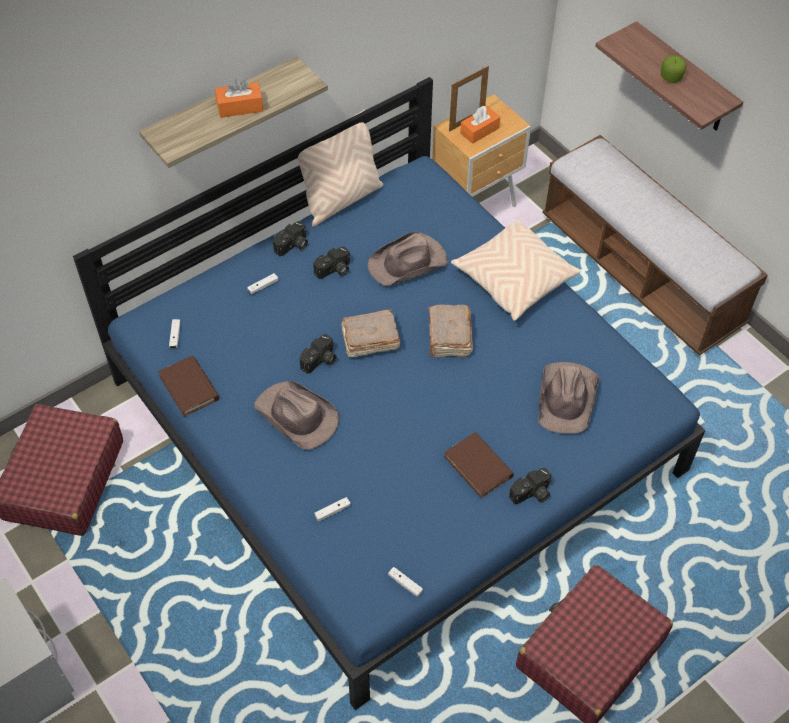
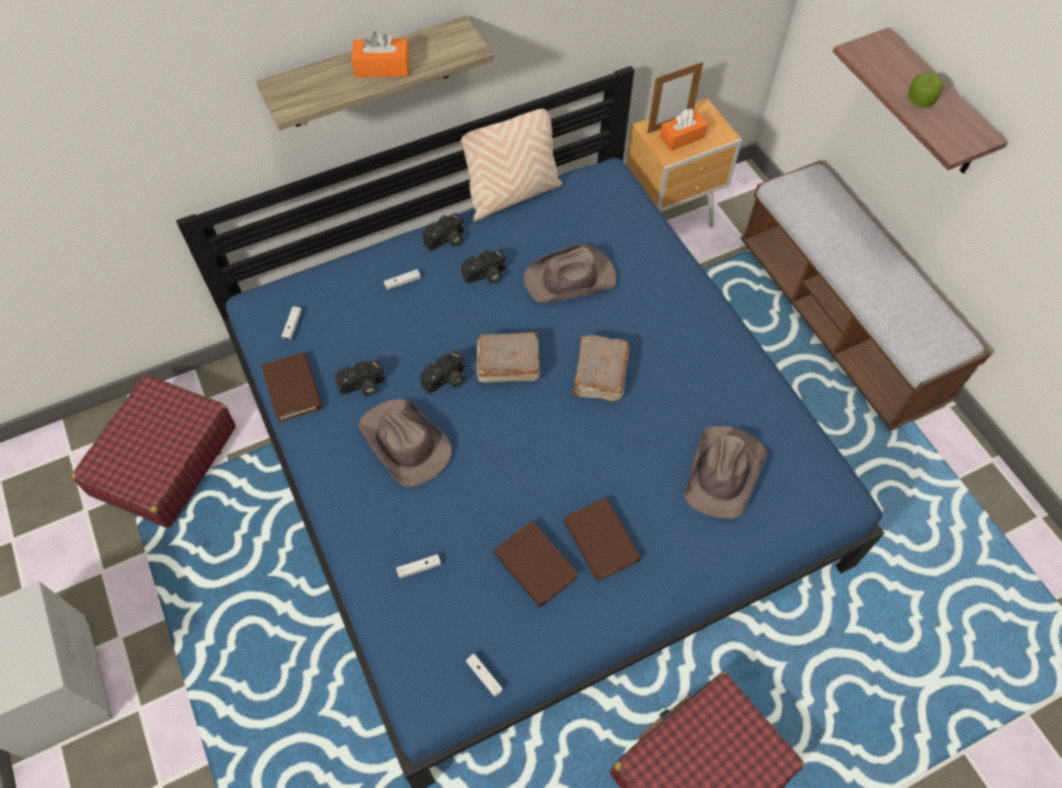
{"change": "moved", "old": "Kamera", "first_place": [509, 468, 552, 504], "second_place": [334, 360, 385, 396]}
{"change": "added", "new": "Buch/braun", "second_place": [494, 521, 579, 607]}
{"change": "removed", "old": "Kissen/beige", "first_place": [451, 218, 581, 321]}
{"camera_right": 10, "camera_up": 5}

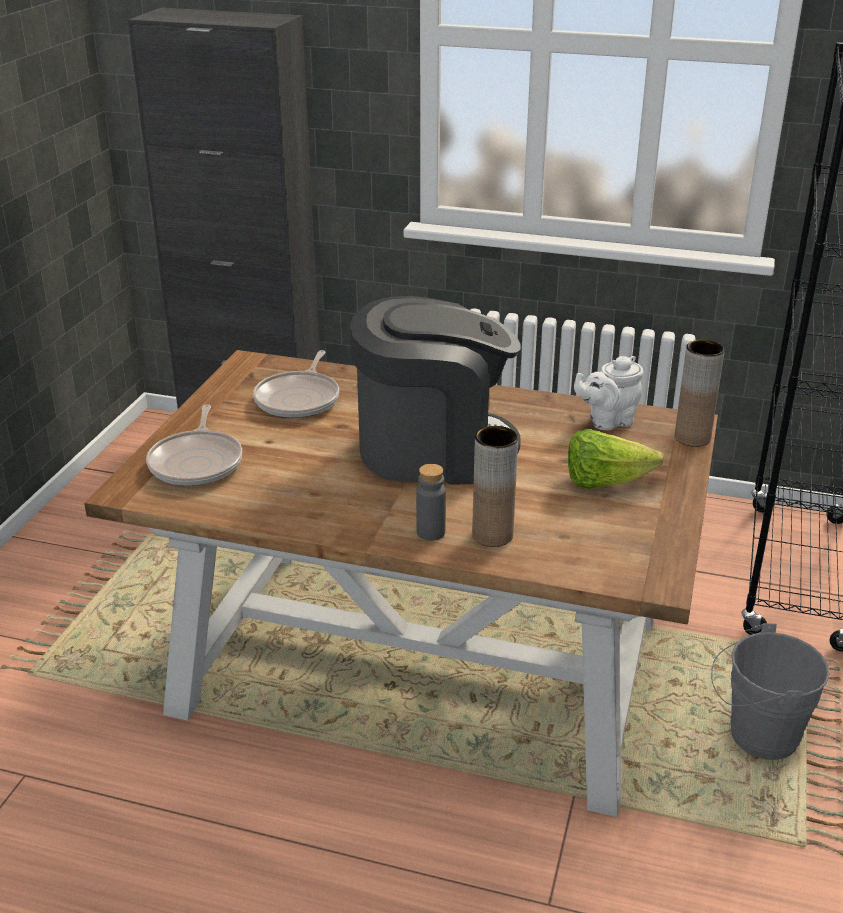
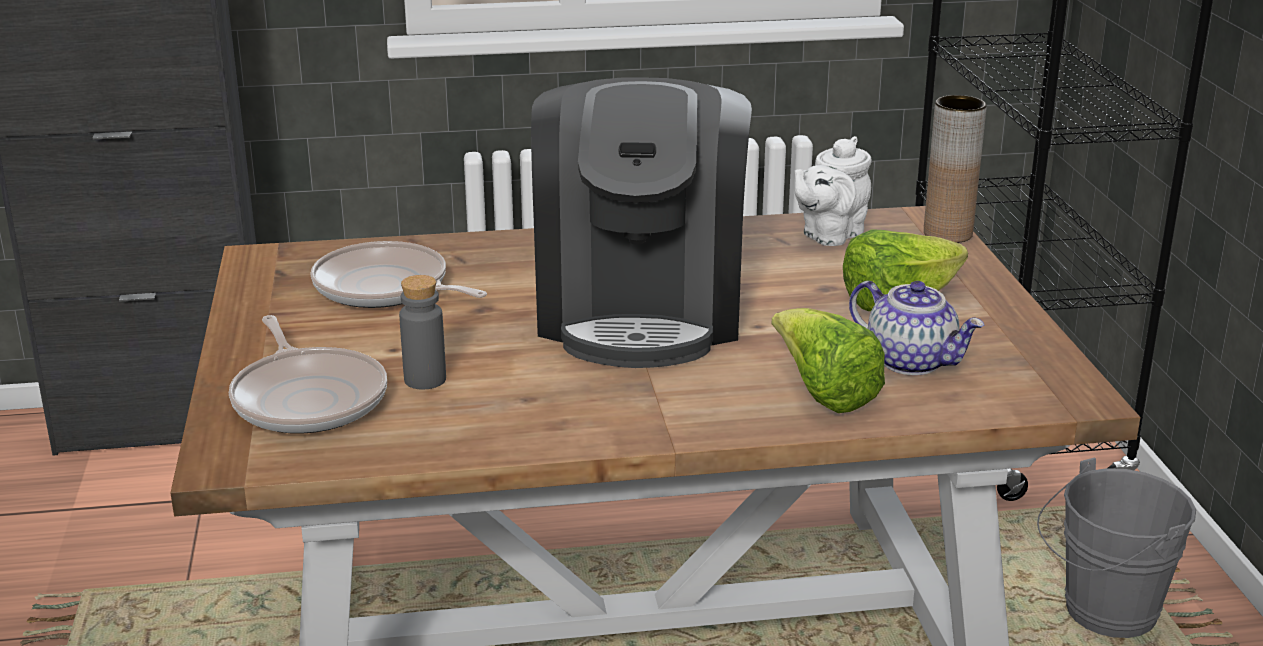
{"change": "turned", "old": "Pfanne", "first_place": [253, 350, 339, 418], "second_place": [311, 241, 487, 308], "degrees": 135}
{"change": "moved", "old": "Flasche/grau", "first_place": [416, 464, 446, 541], "second_place": [399, 275, 446, 389]}
{"change": "turned", "old": "Kaffeemaschine", "first_place": [350, 296, 521, 485], "second_place": [531, 77, 752, 368], "degrees": 120}
{"change": "replaced", "old": "Vase/braun", "new": "Salatkopf", "first_place": [472, 426, 518, 547], "second_place": [772, 308, 885, 413]}
{"change": "added", "new": "Teekanne", "second_place": [849, 281, 984, 375]}
{"camera_right": -25, "camera_up": -5}

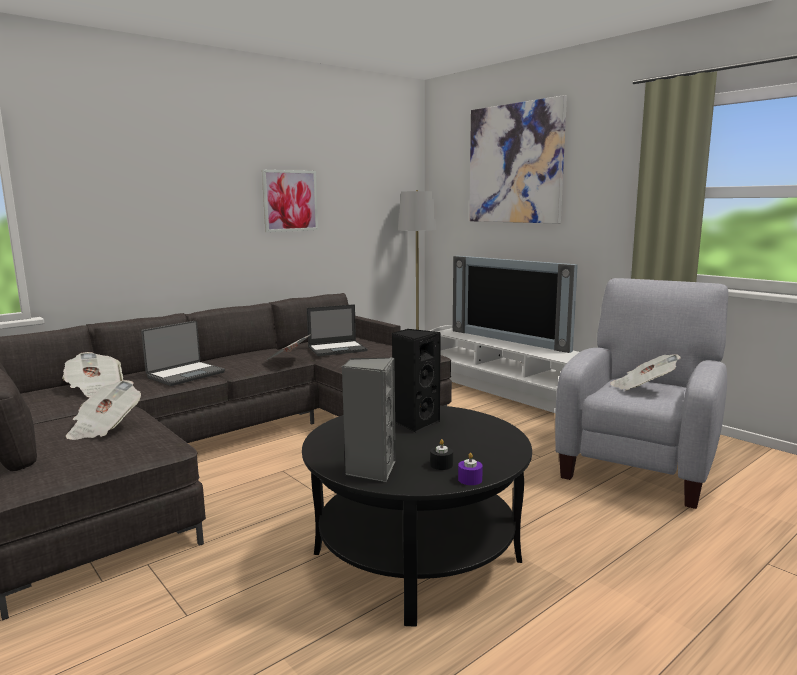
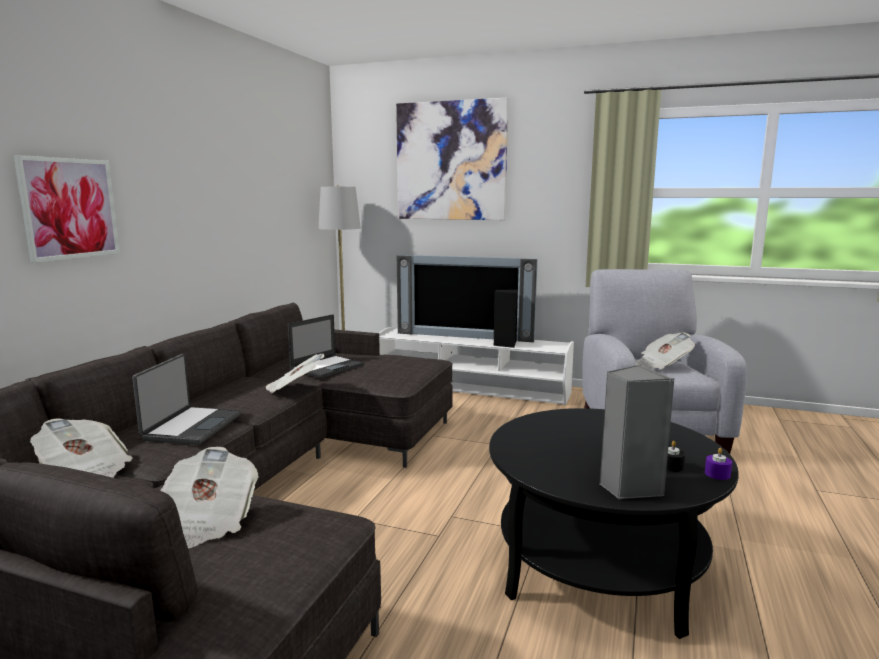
{"change": "moved", "old": "Bild", "first_place": [262, 170, 318, 232], "second_place": [14, 155, 120, 263]}
{"change": "moved", "old": "Lautsprecher/schwarz", "first_place": [392, 329, 441, 432], "second_place": [494, 289, 518, 348]}
{"camera_right": -30, "camera_up": 0}

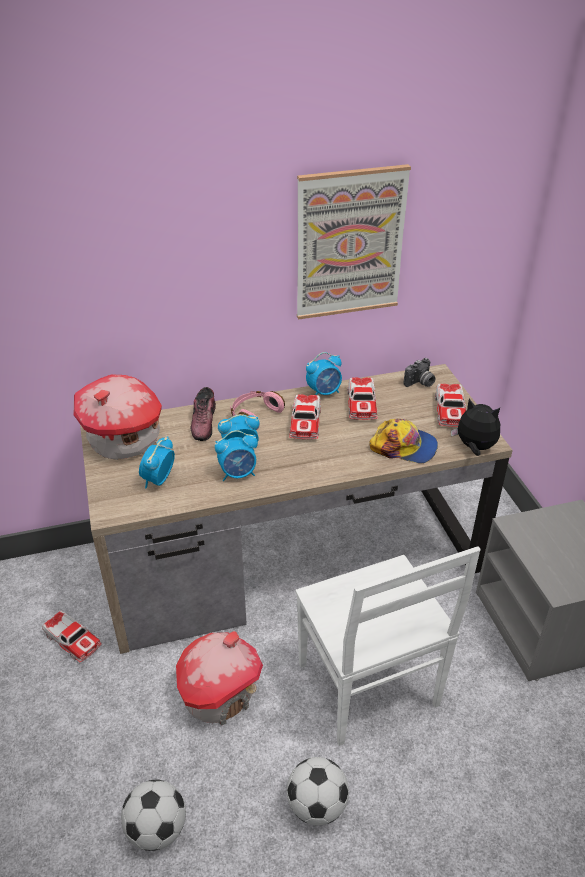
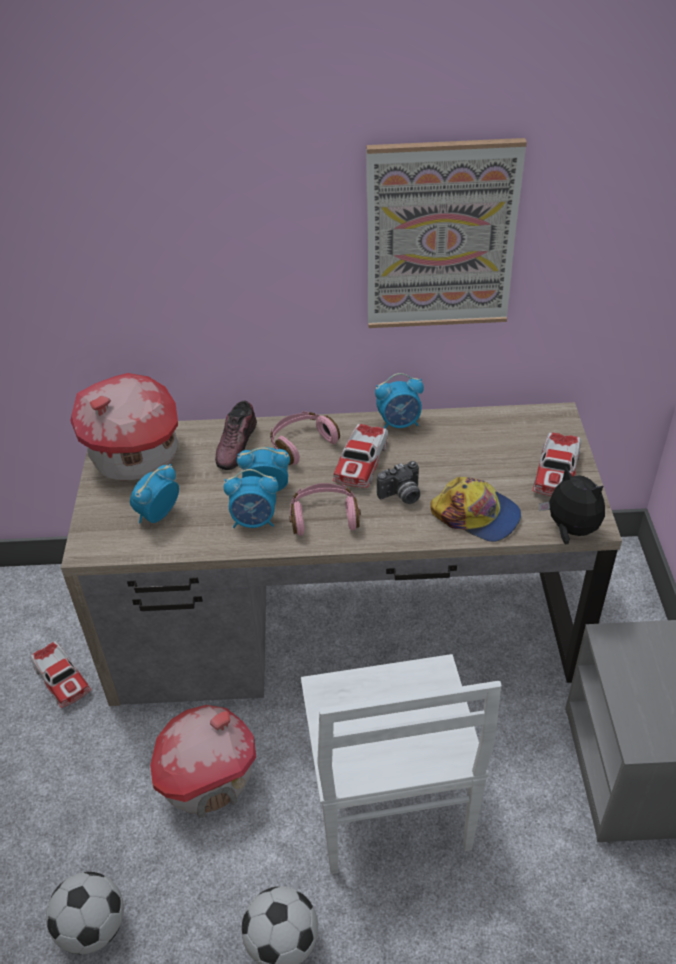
{"change": "added", "new": "Kopfhörer/rosa", "second_place": [289, 483, 361, 536]}
{"change": "moved", "old": "Kamera", "first_place": [404, 358, 436, 387], "second_place": [377, 461, 420, 504]}
{"change": "removed", "old": "Spielzeugauto", "first_place": [347, 377, 378, 420]}
{"camera_right": 15, "camera_up": 5}

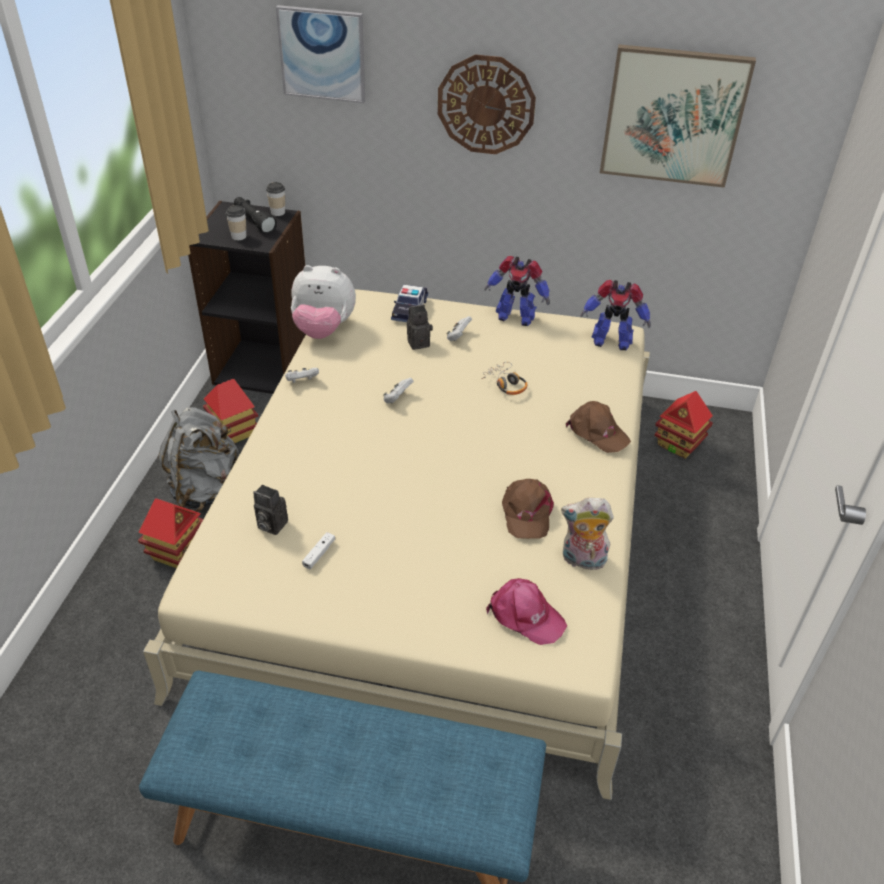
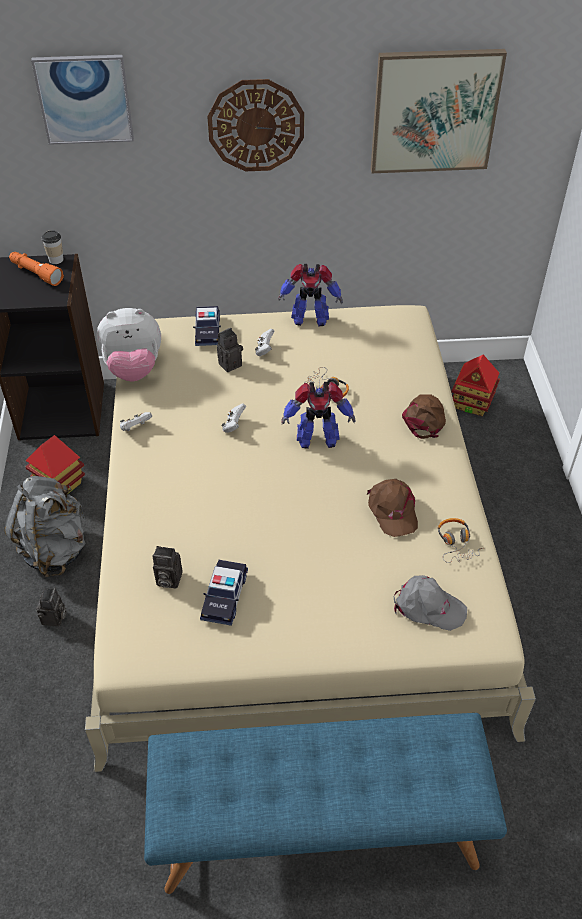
{"change": "recoloured", "old": "Taschenlampe/schwarz", "new": "Taschenlampe/orange", "first_place": [234, 197, 277, 234], "second_place": [9, 252, 64, 286]}
{"change": "replaced", "old": "Spielzeughaus", "new": "Kamera", "first_place": [138, 498, 203, 568], "second_place": [36, 587, 66, 627]}
{"change": "replaced", "old": "Gamepad/weiß", "new": "Spielzeugauto", "first_place": [302, 532, 335, 569], "second_place": [200, 560, 248, 626]}
{"change": "moved", "old": "Spielzeugroboter", "first_place": [581, 280, 651, 350], "second_place": [282, 382, 355, 449]}
{"change": "recoloured", "old": "Kappe/rosa", "new": "Kappe/grau", "first_place": [486, 578, 567, 645], "second_place": [393, 575, 467, 631]}
{"change": "turned", "old": "Kappe/braun", "first_place": [566, 401, 631, 453], "second_place": [402, 394, 446, 439], "degrees": -105}
{"change": "replaced", "old": "Plüschtier", "new": "Kopfhörer", "first_place": [561, 498, 614, 570], "second_place": [438, 518, 483, 563]}
{"change": "removed", "old": "Tasse", "first_place": [226, 205, 246, 240]}
{"camera_right": -15, "camera_up": 5}

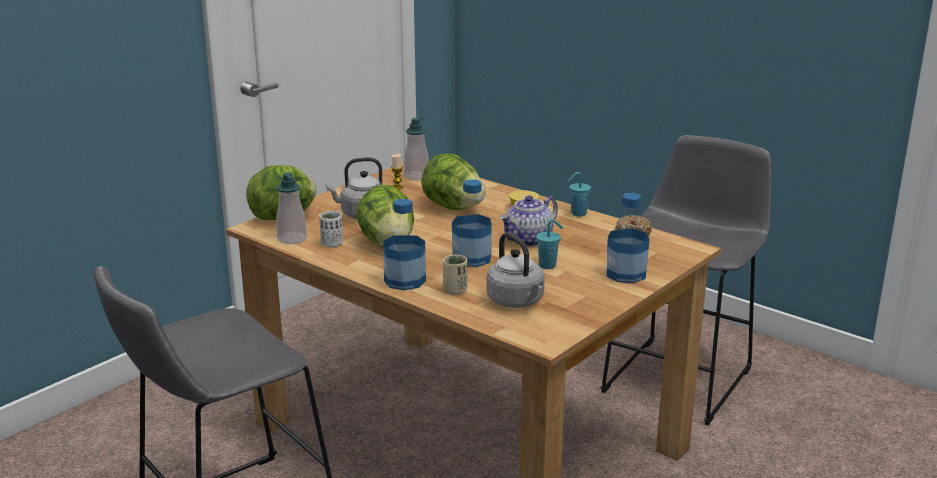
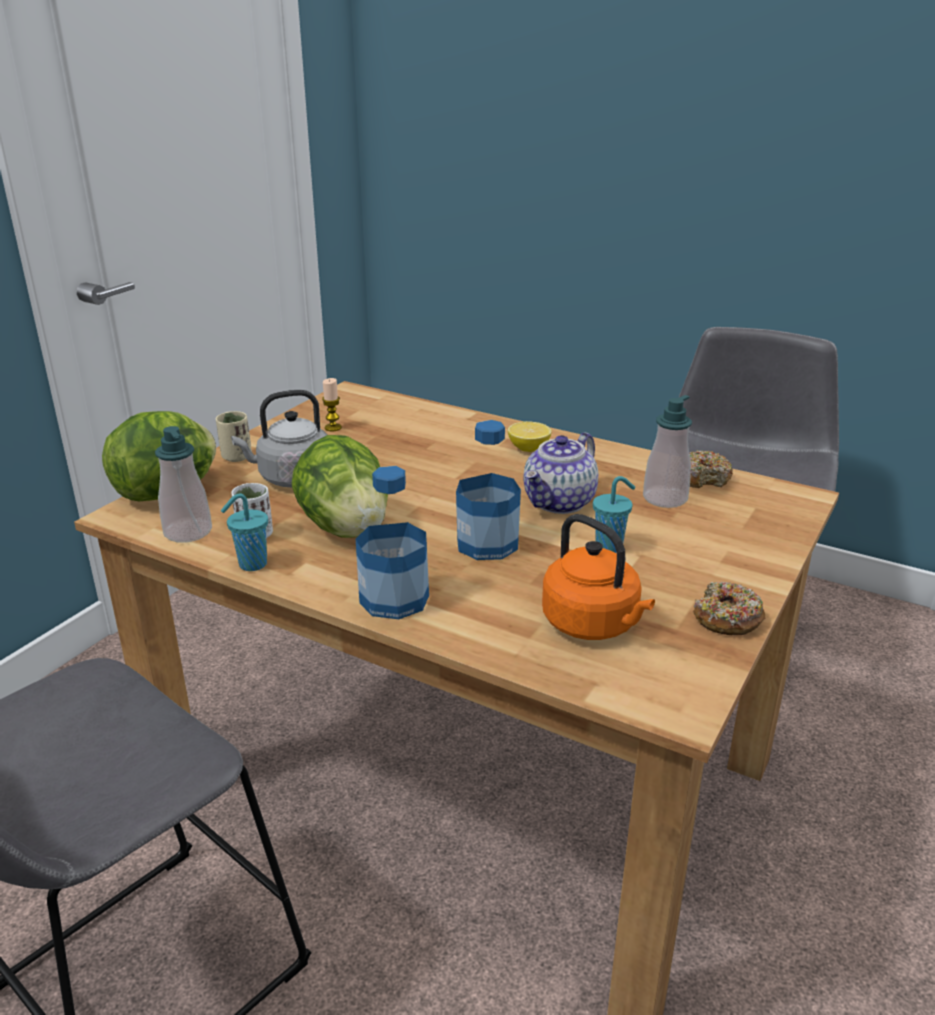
{"change": "moved", "old": "Tasse/beige", "first_place": [443, 255, 467, 295], "second_place": [216, 411, 252, 462]}
{"change": "moved", "old": "Tasse/türkis", "first_place": [568, 172, 591, 216], "second_place": [221, 493, 268, 571]}
{"change": "recoloured", "old": "Wasserkessel/grau", "new": "Wasserkessel/orange", "first_place": [486, 233, 545, 308], "second_place": [542, 514, 655, 640]}
{"change": "moved", "old": "Seifenspender", "first_place": [404, 117, 429, 180], "second_place": [643, 395, 692, 508]}
{"change": "added", "new": "Donut", "second_place": [693, 581, 765, 635]}
{"change": "removed", "old": "Salatkopf", "first_place": [421, 154, 486, 210]}
{"change": "removed", "old": "Flasche", "first_place": [607, 193, 650, 283]}
{"camera_right": -10, "camera_up": 5}

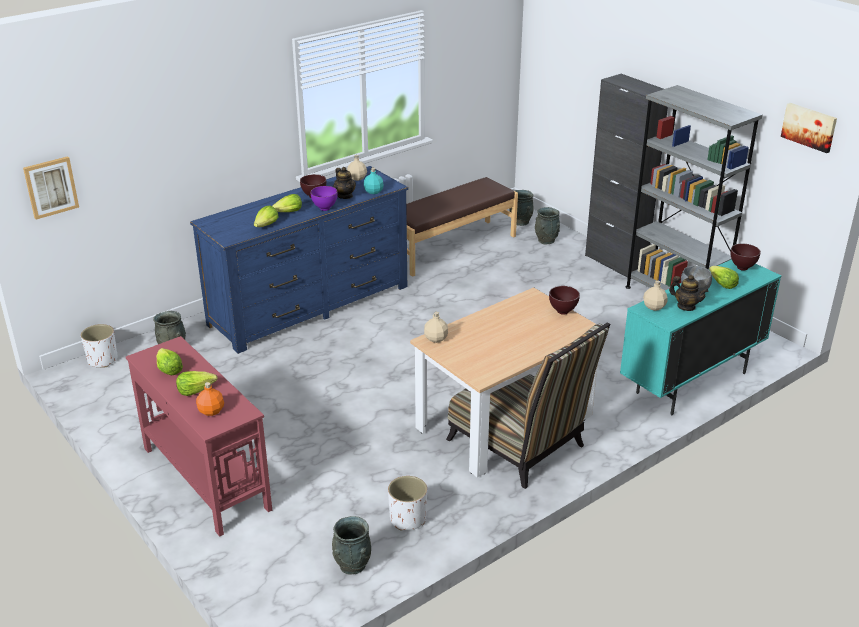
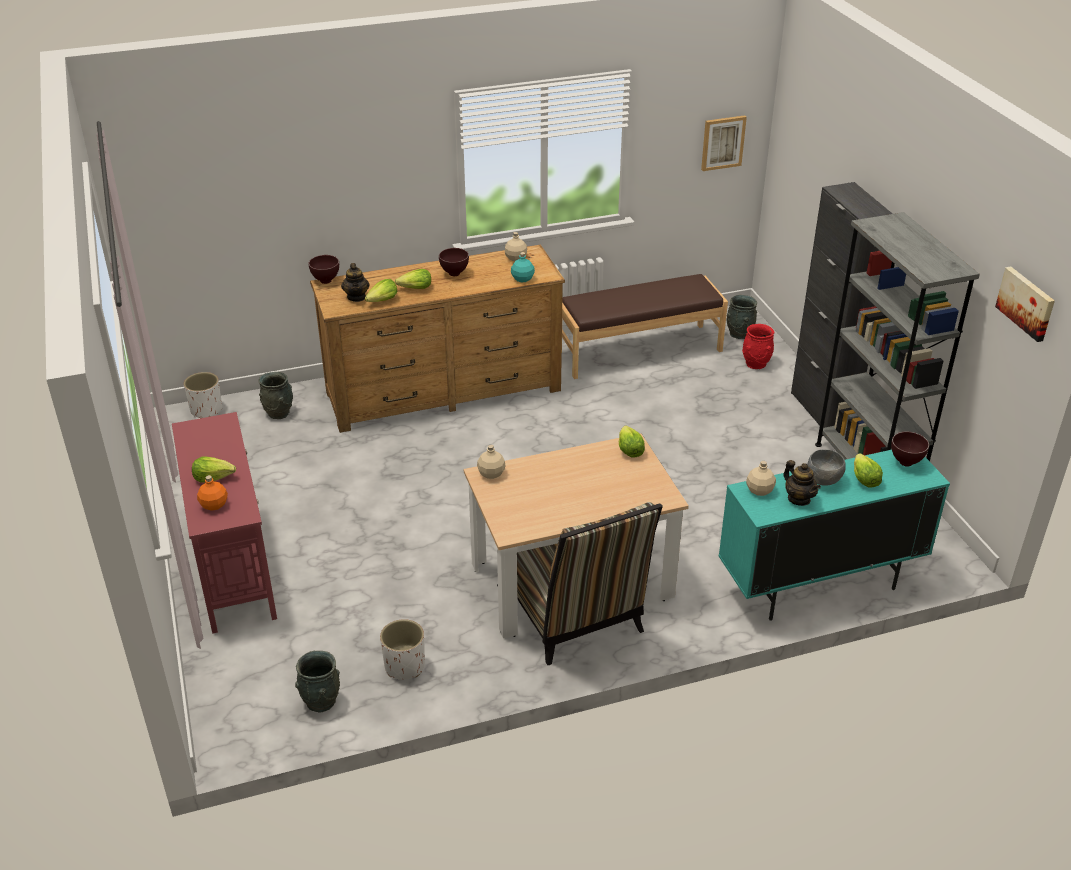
{"change": "moved", "old": "Schüssel/braun", "first_place": [549, 286, 580, 315], "second_place": [308, 255, 339, 284]}
{"change": "recoloured", "old": "Kommode/blau", "new": "Kommode/braun", "first_place": [190, 166, 408, 354], "second_place": [310, 245, 565, 433]}
{"change": "moved", "old": "Teekanne", "first_place": [333, 167, 356, 199], "second_place": [341, 263, 370, 302]}
{"change": "moved", "old": "Salatkopf", "first_place": [156, 348, 183, 375], "second_place": [619, 425, 645, 457]}
{"change": "moved", "old": "Bild", "first_place": [23, 156, 79, 220], "second_place": [701, 115, 747, 171]}
{"change": "recoloured", "old": "Vase/grau", "new": "Vase/rot", "first_place": [535, 207, 560, 244], "second_place": [742, 324, 774, 369]}
{"change": "removed", "old": "Schüssel/lila", "first_place": [311, 186, 338, 211]}
{"camera_right": 20, "camera_up": 5}

